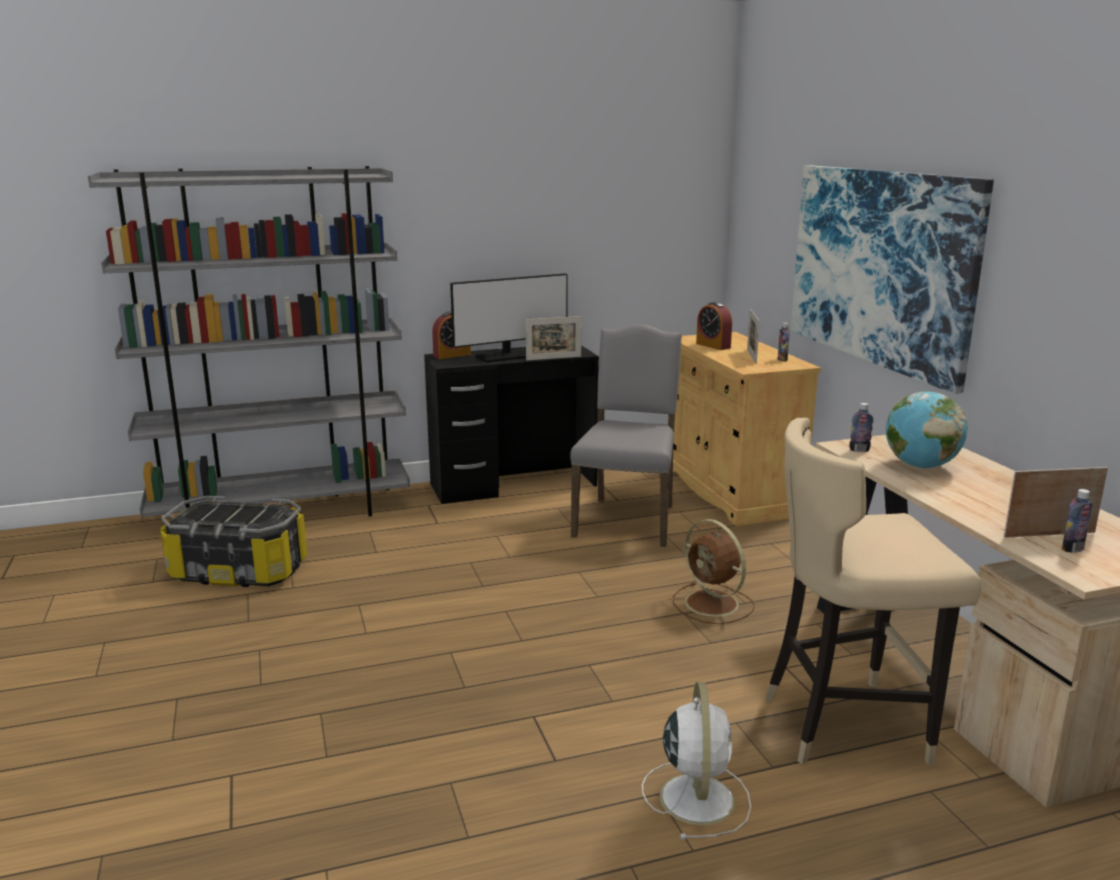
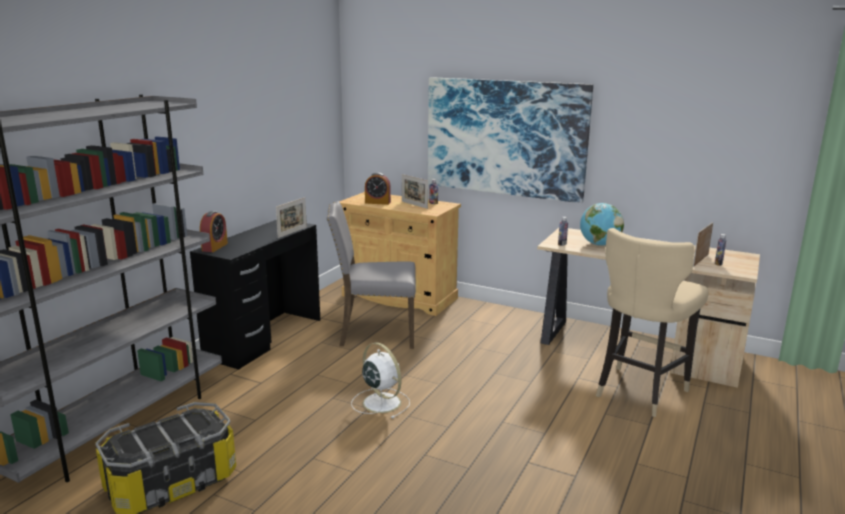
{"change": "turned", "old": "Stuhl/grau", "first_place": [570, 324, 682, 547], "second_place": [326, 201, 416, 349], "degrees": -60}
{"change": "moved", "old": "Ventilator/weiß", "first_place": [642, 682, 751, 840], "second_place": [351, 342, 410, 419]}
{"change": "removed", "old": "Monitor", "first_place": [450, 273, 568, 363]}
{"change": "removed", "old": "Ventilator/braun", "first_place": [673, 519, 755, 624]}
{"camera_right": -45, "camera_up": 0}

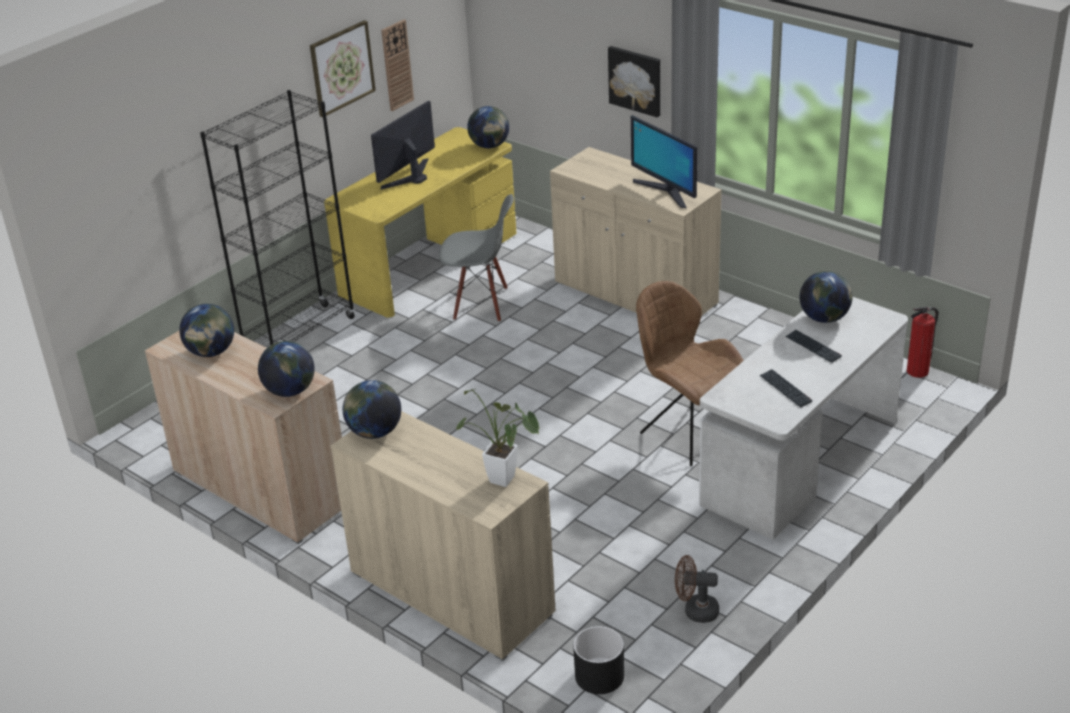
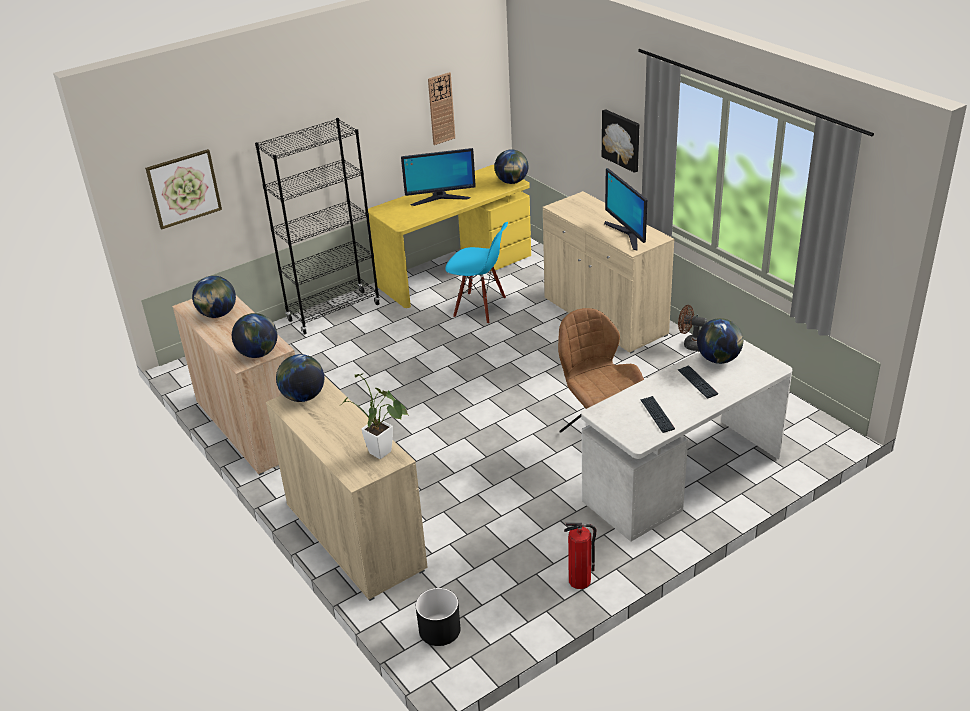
{"change": "moved", "old": "Bild", "first_place": [310, 20, 376, 117], "second_place": [145, 149, 222, 229]}
{"change": "turned", "old": "Monitor", "first_place": [371, 101, 435, 190], "second_place": [401, 148, 476, 206], "degrees": -150}
{"change": "recoloured", "old": "Stuhl/grau", "new": "Stuhl/blau", "first_place": [439, 194, 514, 322], "second_place": [445, 222, 508, 324]}
{"change": "moved", "old": "Feuerlöscher", "first_place": [907, 307, 939, 378], "second_place": [564, 523, 597, 589]}
{"change": "moved", "old": "Ventilator/braun", "first_place": [675, 555, 719, 623], "second_place": [678, 305, 707, 351]}
{"camera_right": 15, "camera_up": 0}

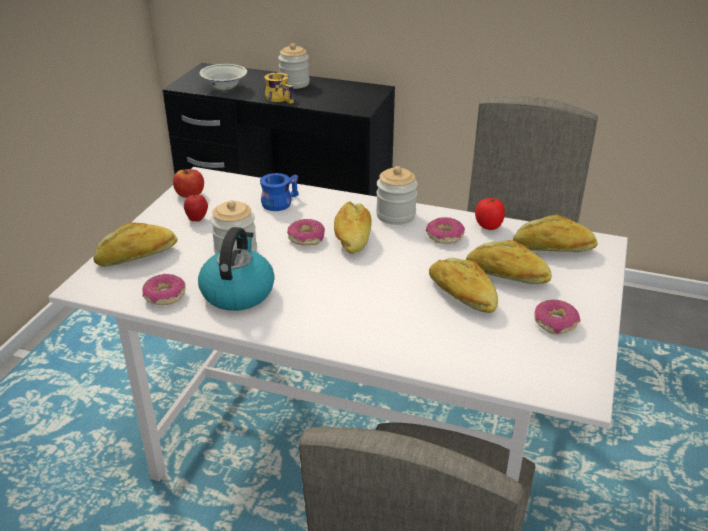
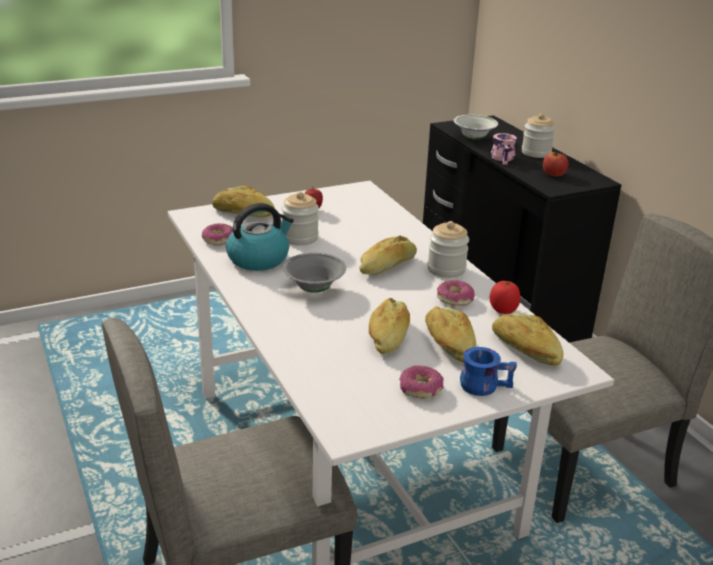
{"change": "added", "new": "Schüssel/grau", "second_place": [283, 253, 346, 293]}
{"change": "moved", "old": "Henkelbecher/blau", "first_place": [260, 173, 299, 211], "second_place": [460, 347, 517, 396]}
{"change": "recoloured", "old": "Henkelbecher/gelb", "new": "Henkelbecher/rosa", "first_place": [264, 73, 294, 104], "second_place": [491, 133, 517, 165]}
{"change": "moved", "old": "Apfel", "first_place": [173, 169, 204, 198], "second_place": [543, 151, 569, 177]}
{"change": "removed", "old": "Donut", "first_place": [287, 219, 325, 245]}
{"camera_right": 45, "camera_up": -5}

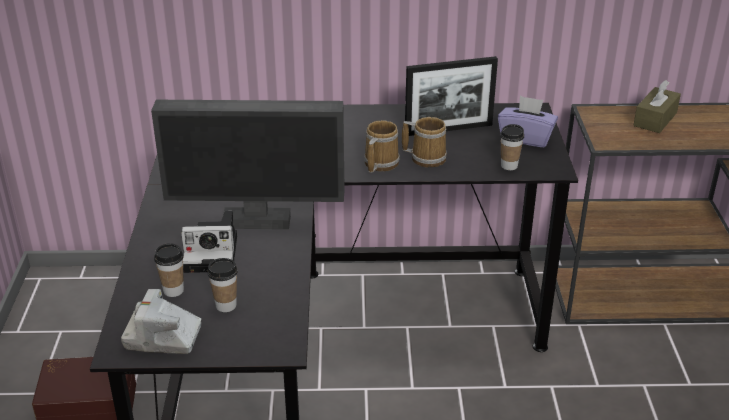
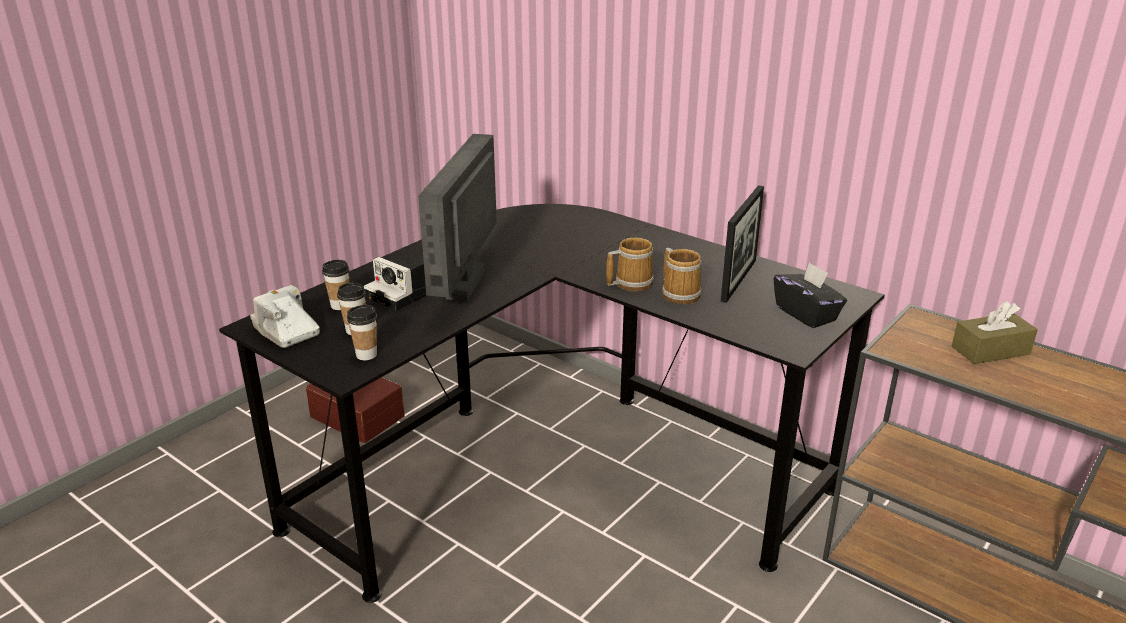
{"change": "moved", "old": "Tasse", "first_place": [500, 124, 524, 170], "second_place": [347, 305, 377, 360]}
{"change": "turned", "old": "Monitor", "first_place": [151, 100, 345, 229], "second_place": [418, 134, 497, 301], "degrees": 60}
{"change": "turned", "old": "Bilderrahmen", "first_place": [405, 56, 498, 136], "second_place": [721, 185, 764, 303], "degrees": -90}
{"change": "recoloured", "old": "Taschentuchbox/lila", "new": "Taschentuchbox/schwarz", "first_place": [498, 96, 558, 148], "second_place": [773, 262, 847, 328]}
{"camera_right": 40, "camera_up": -5}

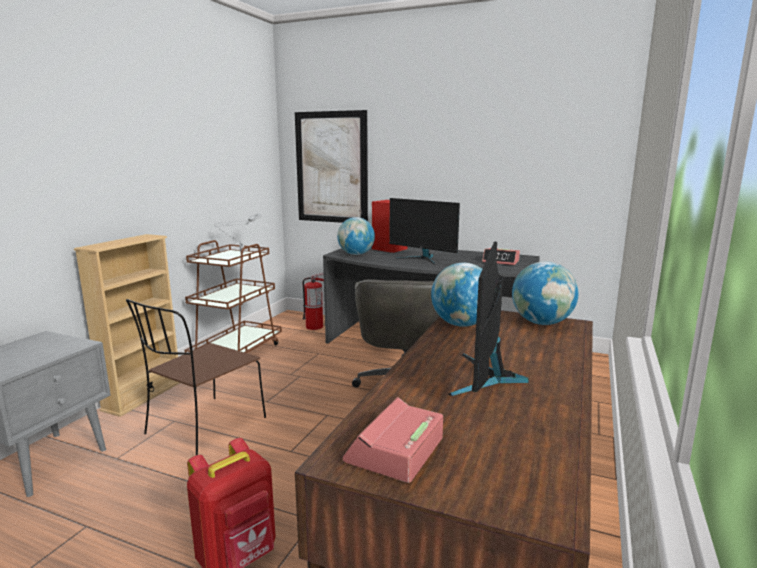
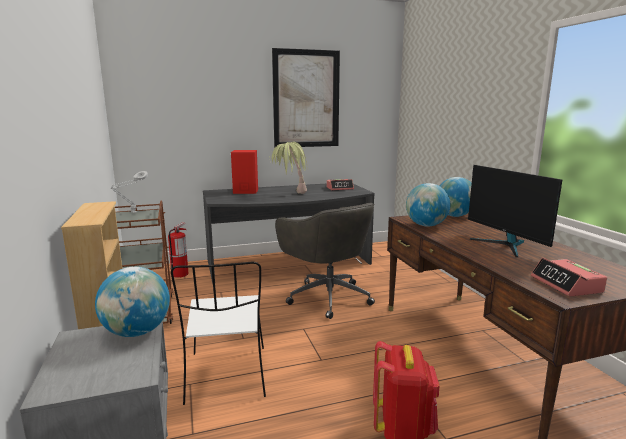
{"change": "moved", "old": "Globus", "first_place": [337, 217, 375, 255], "second_place": [95, 267, 170, 337]}
{"change": "recoloured", "old": "Stuhl/braun", "new": "Stuhl/weiß", "first_place": [126, 299, 266, 455], "second_place": [171, 262, 266, 405]}
{"change": "replaced", "old": "Monitor", "new": "Topfpflanze", "first_place": [389, 198, 460, 265], "second_place": [270, 142, 308, 194]}
{"change": "moved", "old": "Bild", "first_place": [295, 110, 368, 223], "second_place": [272, 48, 340, 148]}
{"camera_right": -40, "camera_up": 0}

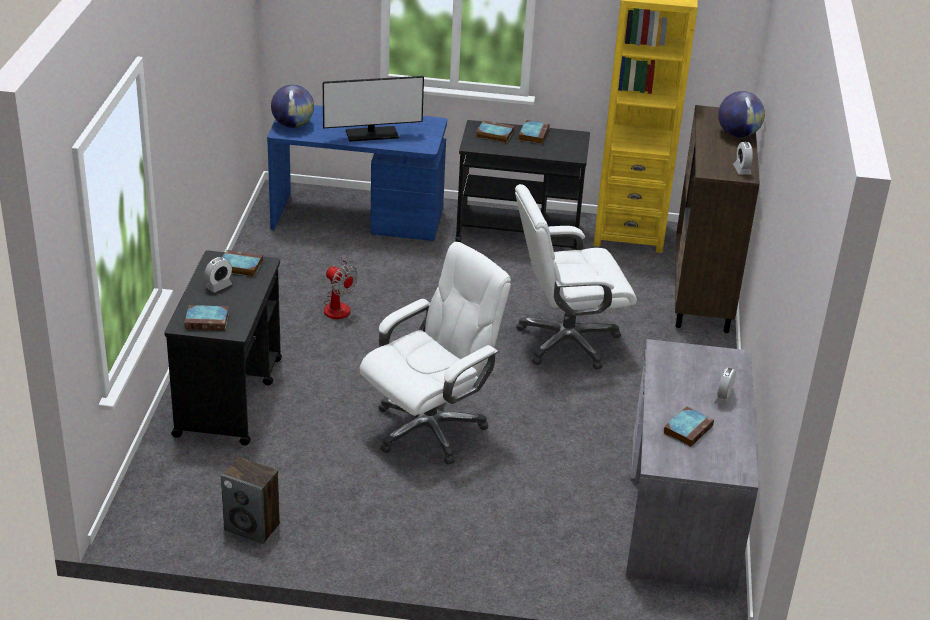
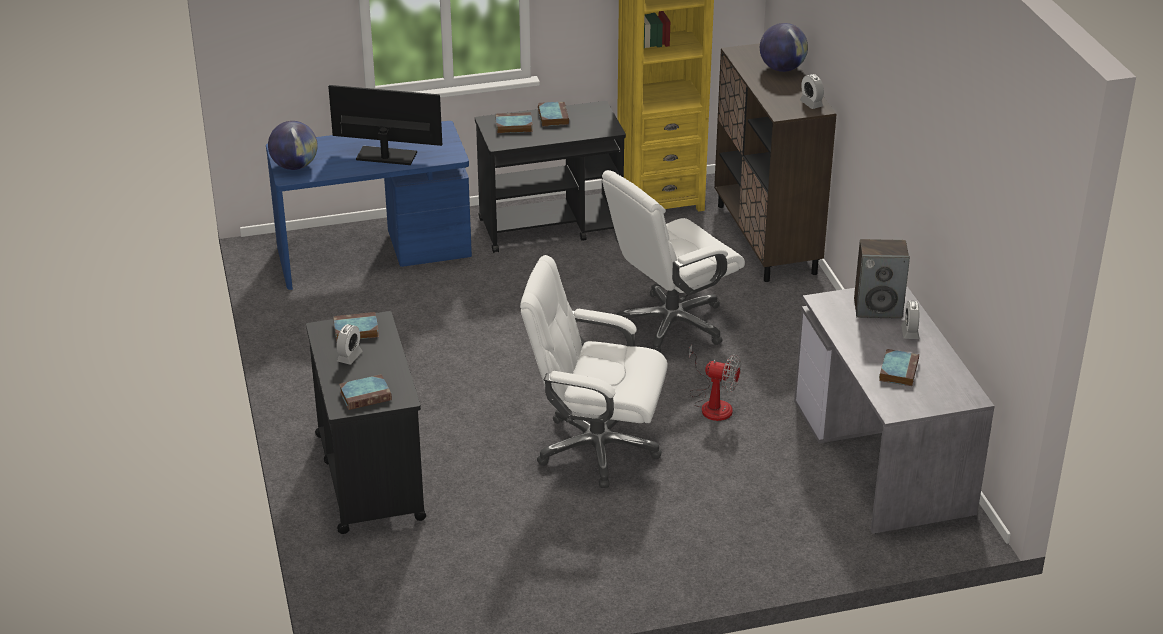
{"change": "turned", "old": "Monitor", "first_place": [323, 76, 424, 142], "second_place": [328, 85, 442, 165], "degrees": -135}
{"change": "turned", "old": "Bürostuhl/weiß", "first_place": [359, 242, 511, 465], "second_place": [520, 255, 668, 488], "degrees": -105}
{"change": "moved", "old": "Ventilator", "first_place": [323, 254, 358, 319], "second_place": [689, 344, 741, 421]}
{"change": "moved", "old": "Lautsprecher", "first_place": [221, 457, 280, 544], "second_place": [854, 239, 910, 319]}
{"camera_right": -20, "camera_up": 0}

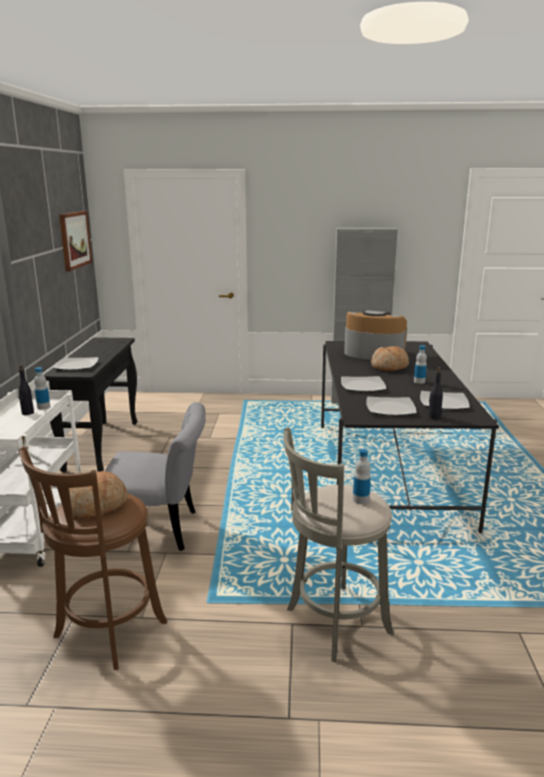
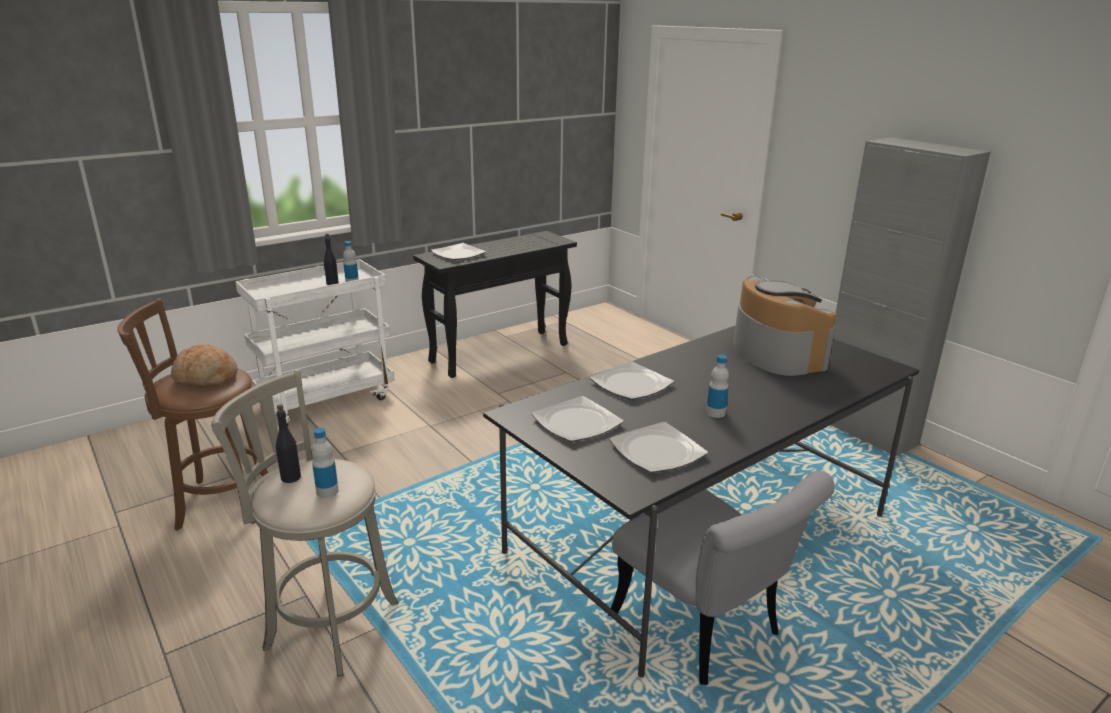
{"change": "moved", "old": "Flasche/schwarz", "first_place": [428, 367, 443, 419], "second_place": [276, 404, 301, 483]}
{"change": "moved", "old": "Stuhl/grau", "first_place": [105, 402, 206, 553], "second_place": [608, 470, 835, 685]}
{"change": "removed", "old": "Bild", "first_place": [59, 211, 92, 271]}
{"change": "removed", "old": "Brot", "first_place": [371, 346, 409, 371]}
{"camera_right": 50, "camera_up": 5}

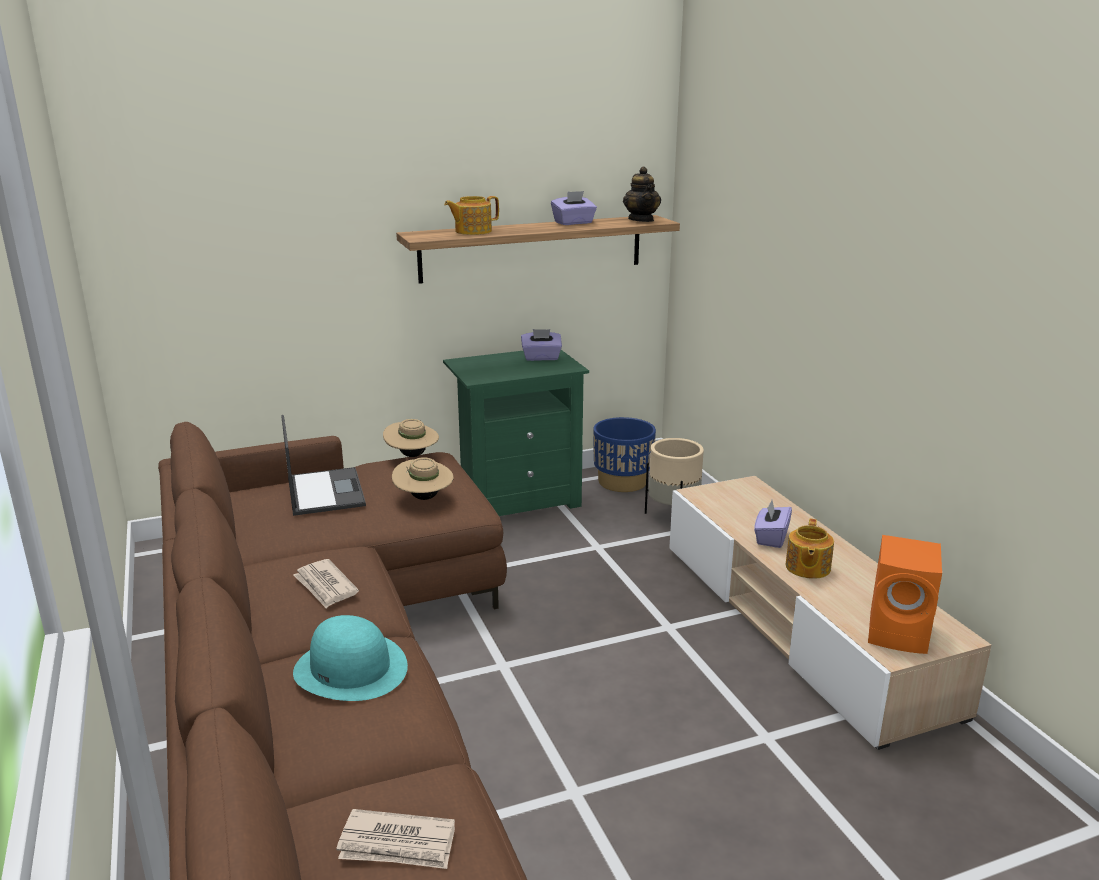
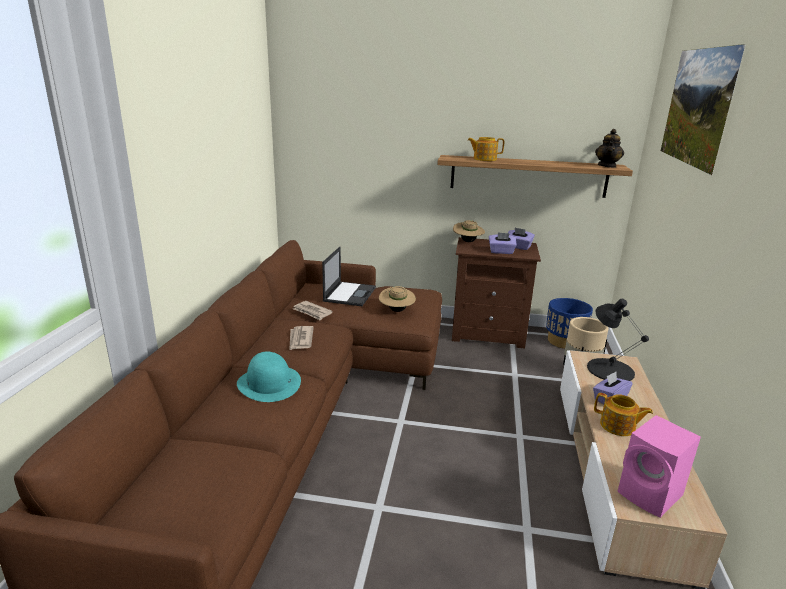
{"change": "moved", "old": "Zeitung", "first_place": [336, 809, 455, 869], "second_place": [293, 301, 333, 321]}
{"change": "recoloured", "old": "Nachttisch/grün", "new": "Nachttisch/braun", "first_place": [443, 350, 589, 516], "second_place": [452, 237, 541, 349]}
{"change": "moved", "old": "Hut/beige", "first_place": [383, 419, 439, 457], "second_place": [453, 220, 485, 242]}
{"change": "moved", "old": "Taschentuchbox/lila", "first_place": [551, 191, 597, 225], "second_place": [489, 232, 517, 254]}
{"change": "added", "new": "Tischlampe/schwarz", "second_place": [587, 299, 649, 381]}
{"change": "turned", "old": "Teekanne", "first_place": [786, 519, 834, 579], "second_place": [594, 393, 653, 436], "degrees": -105}
{"change": "recoloured", "old": "Lautsprecher/orange", "new": "Lautsprecher/rosa", "first_place": [868, 535, 942, 654], "second_place": [617, 415, 701, 518]}
{"change": "added", "new": "Bild", "second_place": [661, 44, 746, 175]}
{"camera_right": 30, "camera_up": 0}

